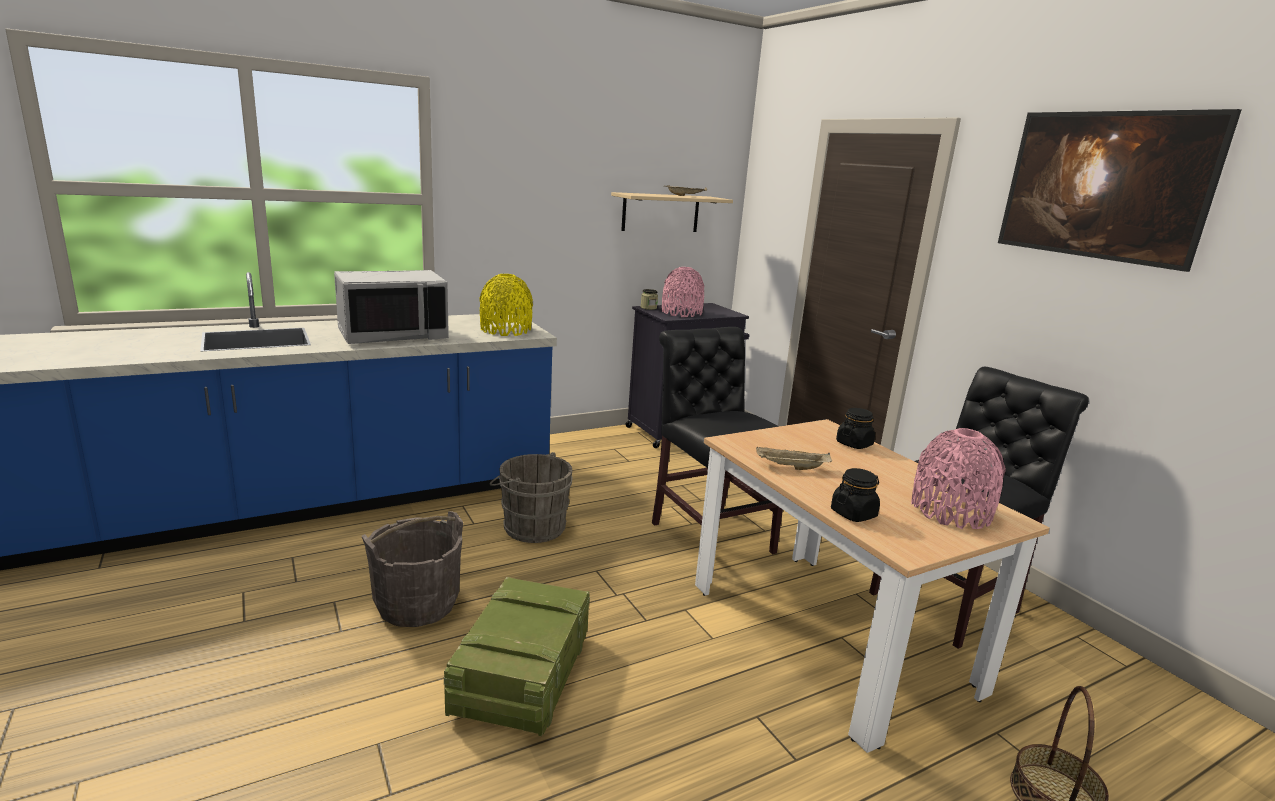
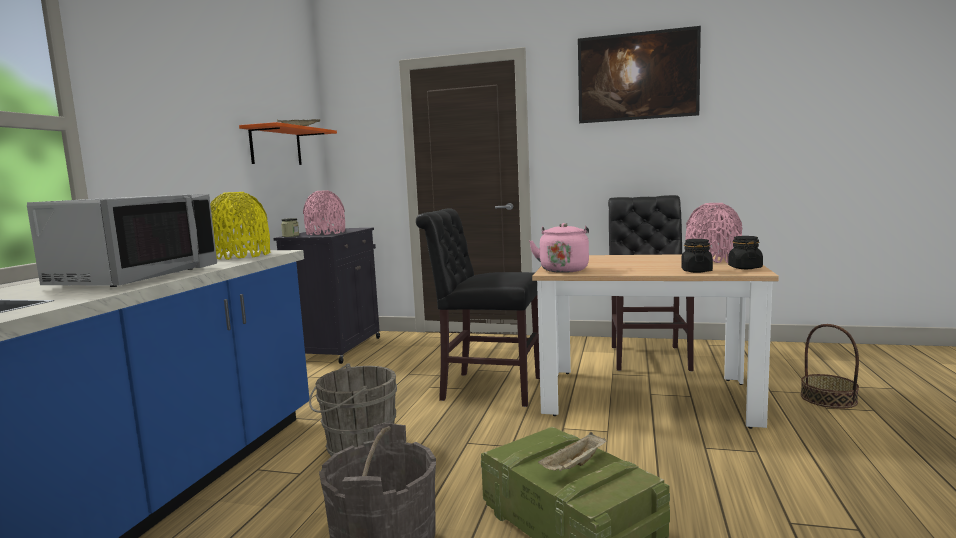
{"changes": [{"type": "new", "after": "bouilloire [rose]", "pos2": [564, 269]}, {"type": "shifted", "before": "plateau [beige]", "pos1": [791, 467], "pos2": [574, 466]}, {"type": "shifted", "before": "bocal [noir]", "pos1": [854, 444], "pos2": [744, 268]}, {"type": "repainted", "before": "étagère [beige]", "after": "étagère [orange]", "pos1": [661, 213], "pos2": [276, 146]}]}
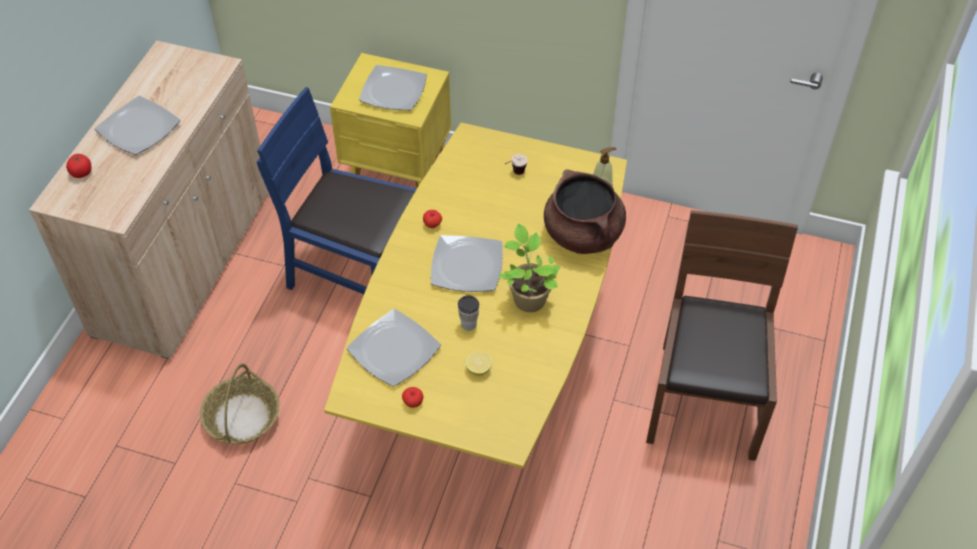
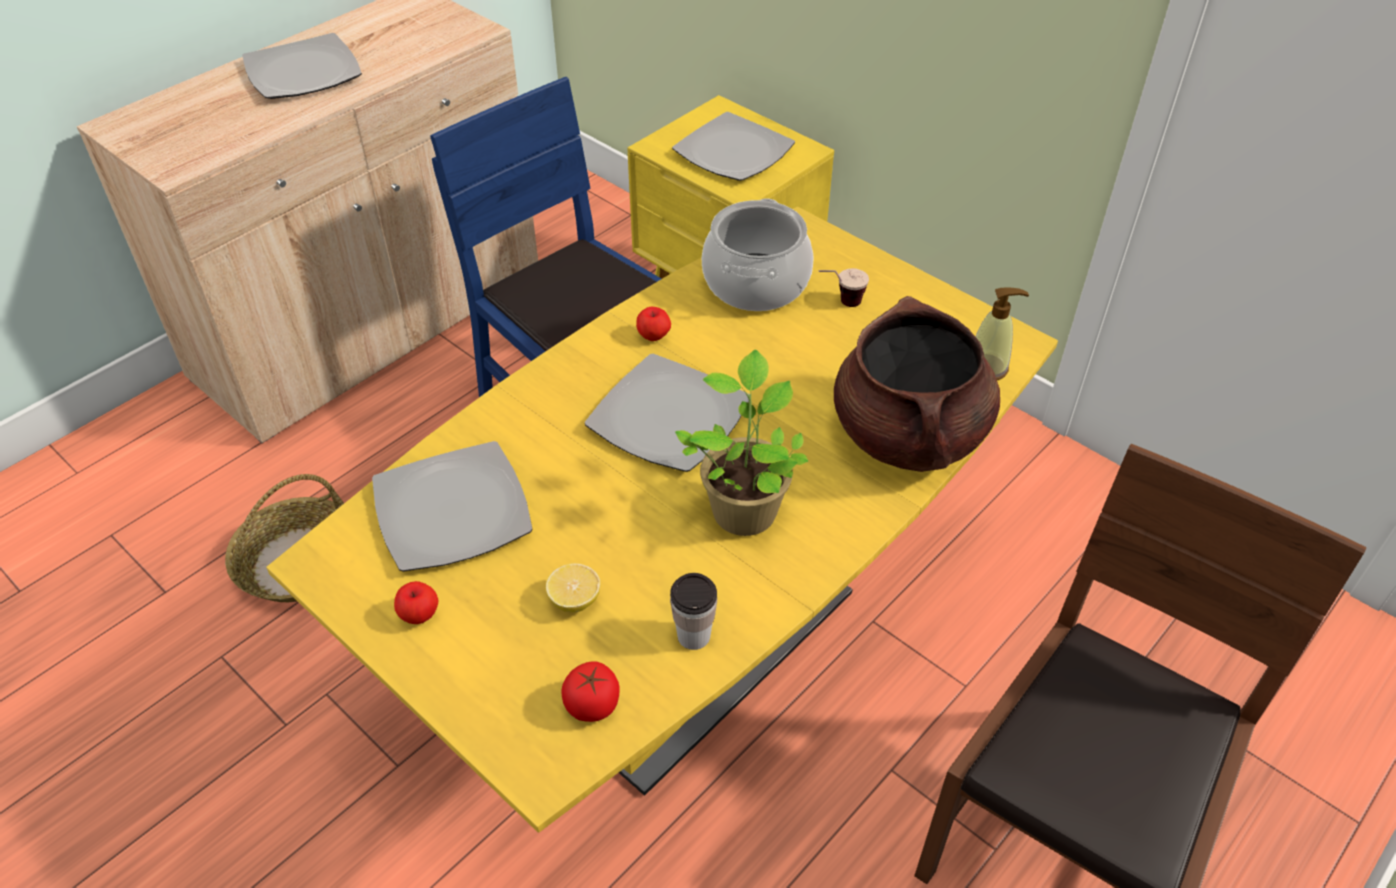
{"changes": [{"type": "new", "after": "marmite", "pos2": [755, 283]}, {"type": "shifted", "before": "tomate", "pos1": [81, 172], "pos2": [592, 705]}, {"type": "shifted", "before": "tasse", "pos1": [468, 324], "pos2": [693, 636]}]}
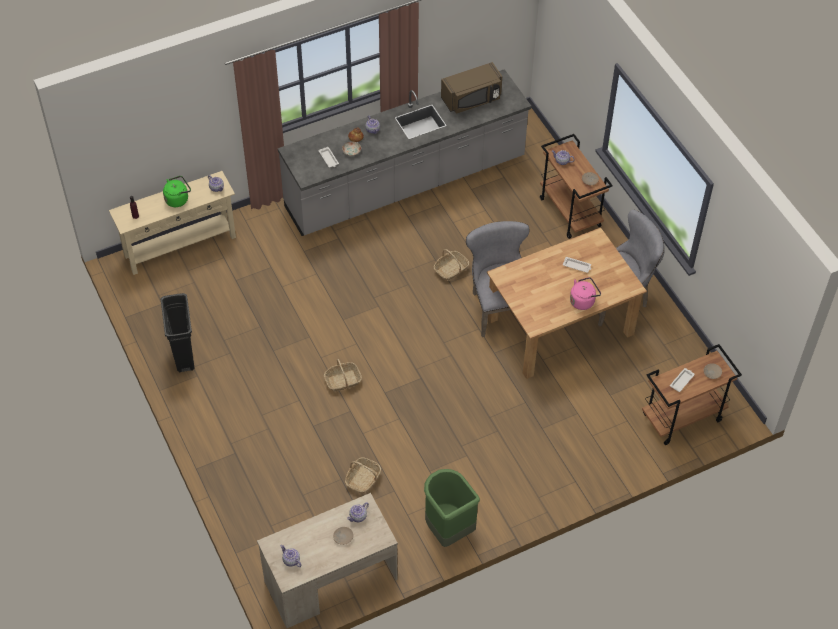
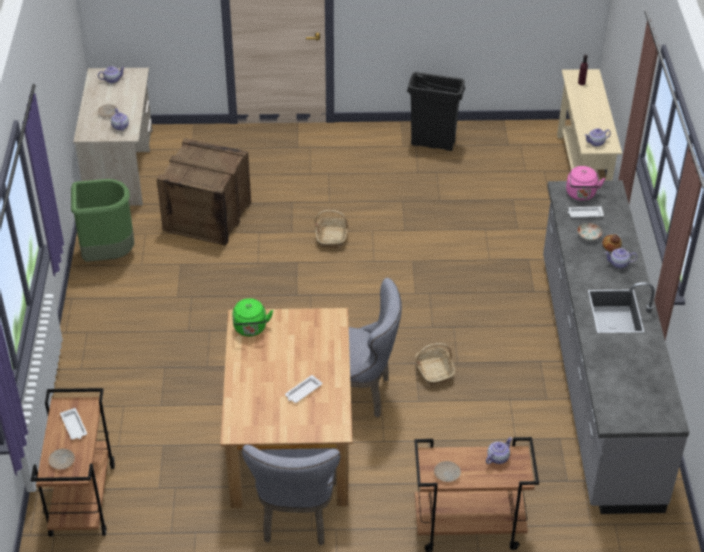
{"changes": [{"type": "gone", "before": "micro-ondes [marron]", "pos1": [472, 99]}, {"type": "shifted", "before": "bouilloire [vert]", "pos1": [178, 199], "pos2": [250, 329]}, {"type": "shifted", "before": "bouilloire [rose]", "pos1": [583, 301], "pos2": [581, 195]}, {"type": "swapped", "before": "panier", "after": "caisse", "pos1": [363, 479], "pos2": [207, 217]}]}
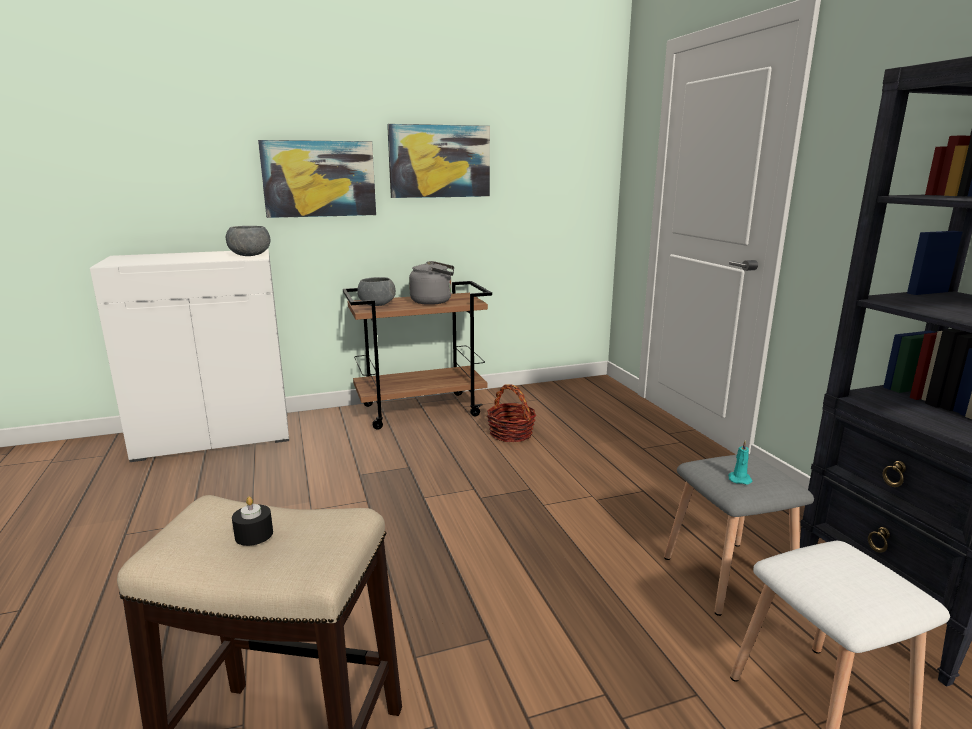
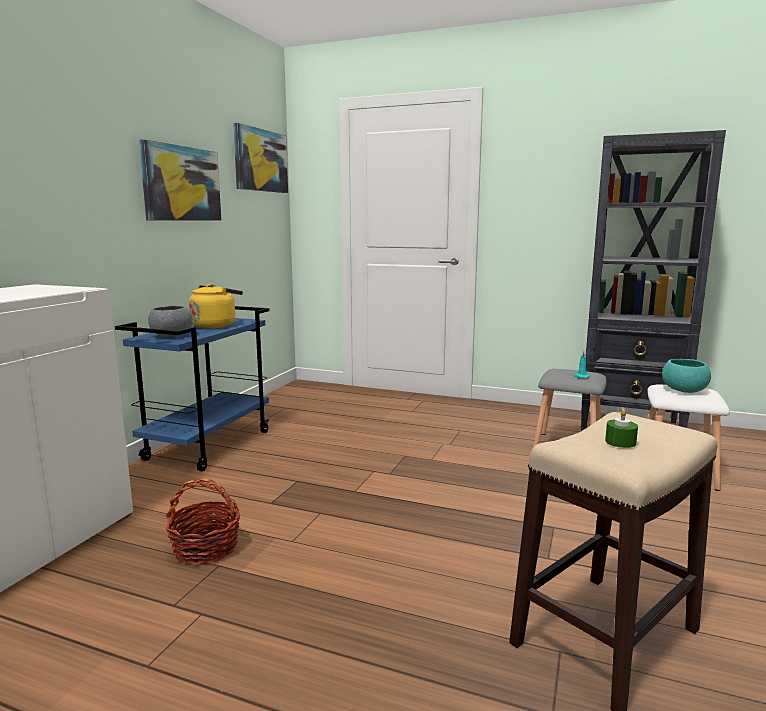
{"changes": [{"type": "gone", "before": "bol [gris]", "pos1": [250, 255]}, {"type": "new", "after": "bol [turquoise]", "pos2": [683, 391]}, {"type": "shifted", "before": "tableau", "pos1": [319, 179], "pos2": [260, 160]}, {"type": "shifted", "before": "panier", "pos1": [511, 434], "pos2": [206, 548]}, {"type": "repainted", "before": "bougie [noir]", "after": "bougie [vert]", "pos1": [254, 535], "pos2": [620, 442]}, {"type": "repainted", "before": "chariot [marron]", "after": "chariot [bleu]", "pos1": [421, 410], "pos2": [208, 445]}, {"type": "repainted", "before": "bouilloire [gris]", "after": "bouilloire [jaune]", "pos1": [434, 301], "pos2": [216, 325]}]}
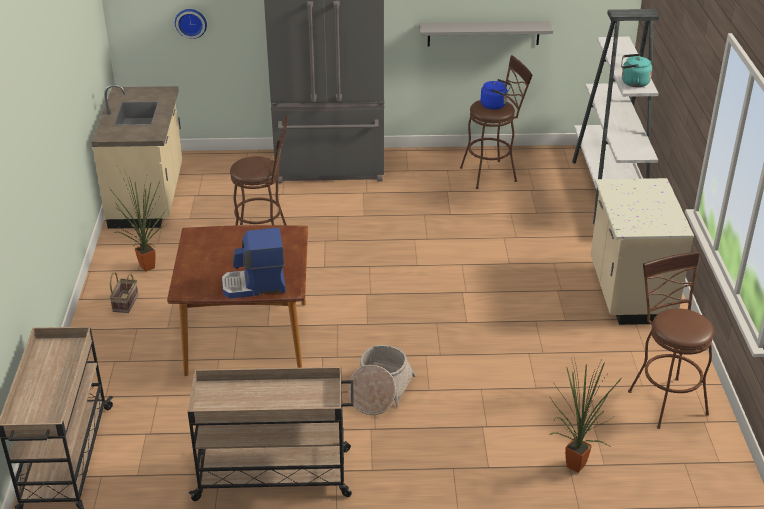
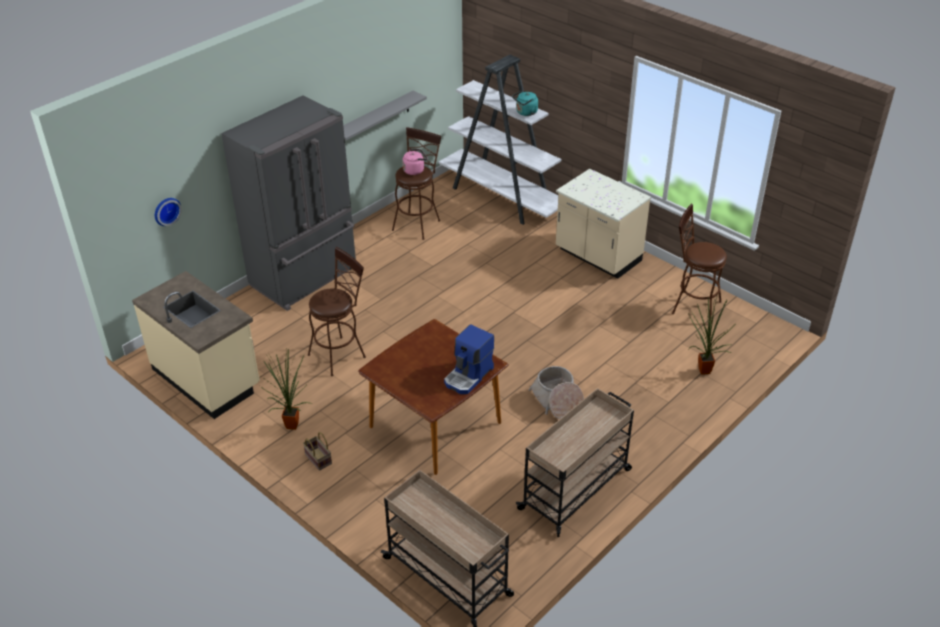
{"changes": [{"type": "repainted", "before": "bouilloire [bleu]", "after": "bouilloire [rose]", "pos1": [495, 105], "pos2": [415, 170]}]}
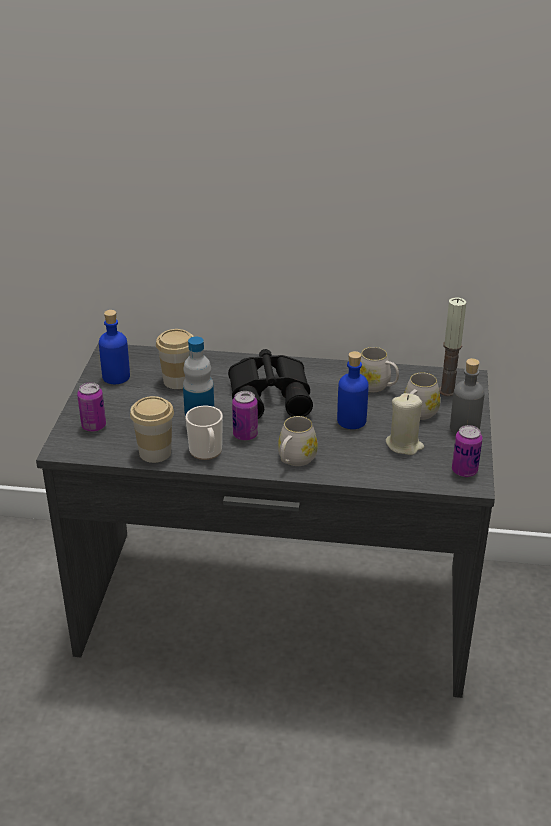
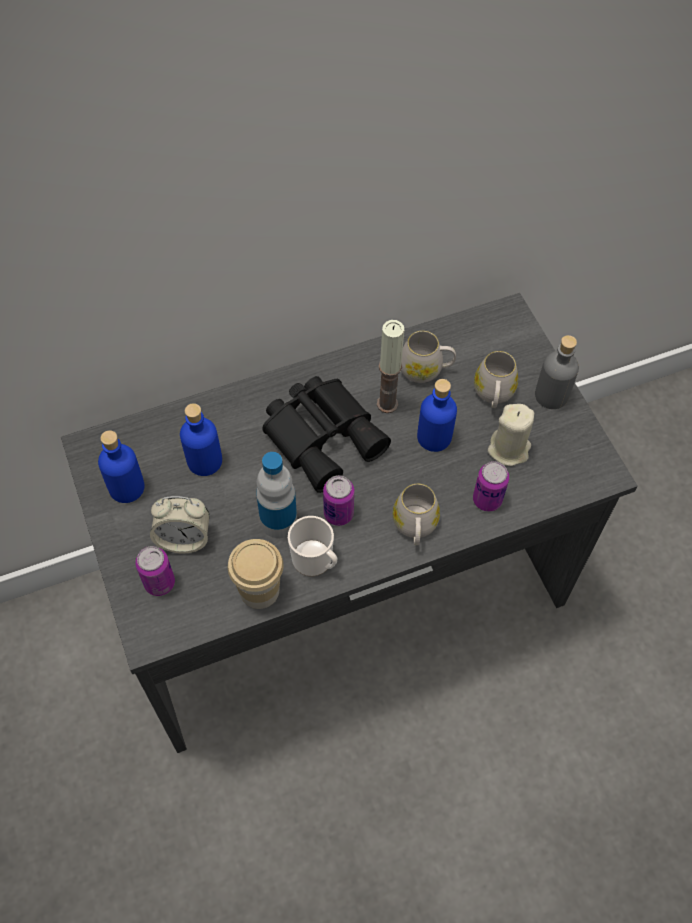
{"changes": [{"type": "new", "after": "réveil", "pos2": [184, 538]}, {"type": "shifted", "before": "bougie", "pos1": [447, 391], "pos2": [387, 404]}, {"type": "shifted", "before": "boîte métallique", "pos1": [464, 471], "pos2": [487, 500]}, {"type": "swapped", "before": "tasse", "after": "bouteille [bleu]", "pos1": [178, 381], "pos2": [204, 461]}]}
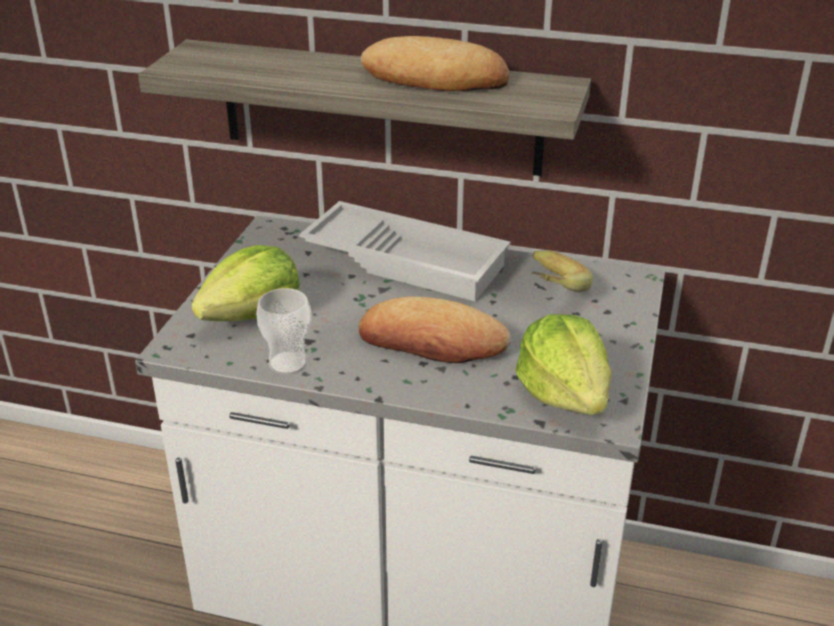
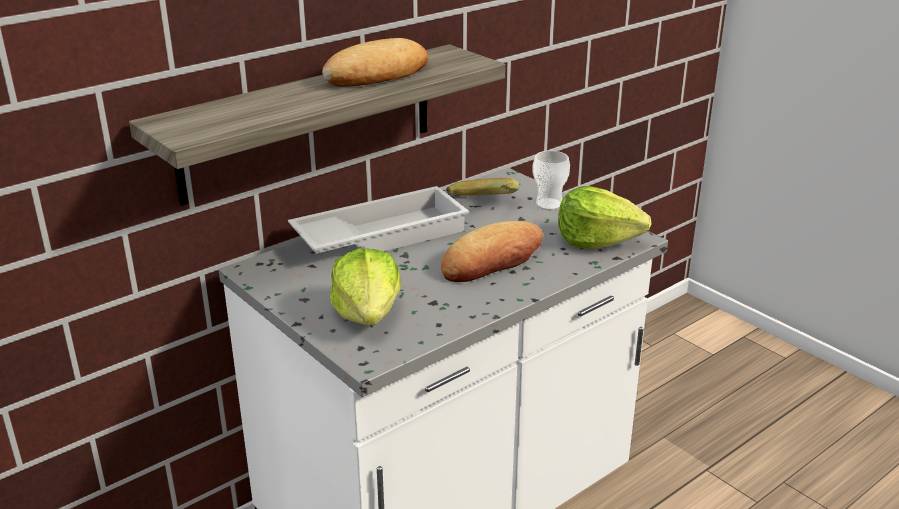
{"changes": [{"type": "shifted", "before": "tasse", "pos1": [288, 363], "pos2": [549, 204]}]}
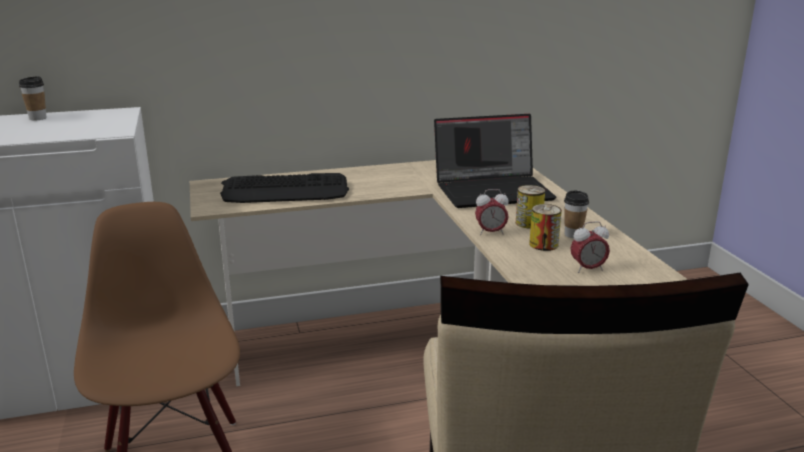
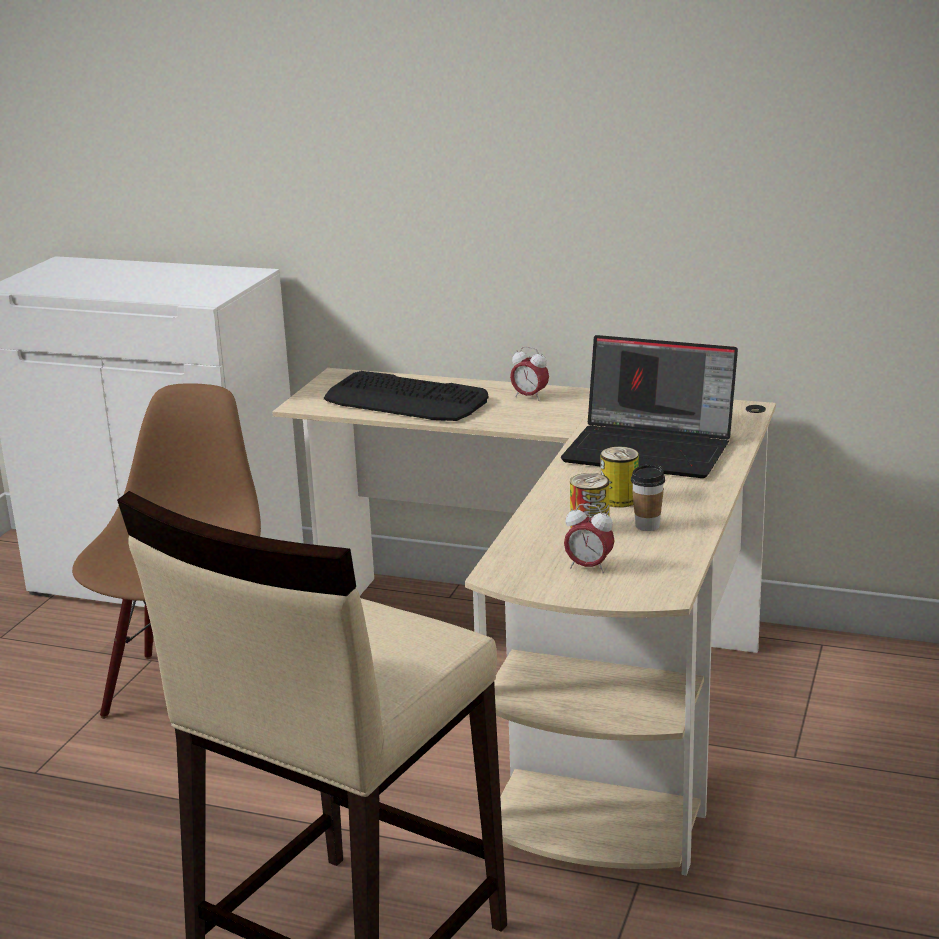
{"changes": [{"type": "gone", "before": "tasse", "pos1": [38, 118]}, {"type": "shifted", "before": "réveil", "pos1": [490, 232], "pos2": [529, 397]}]}
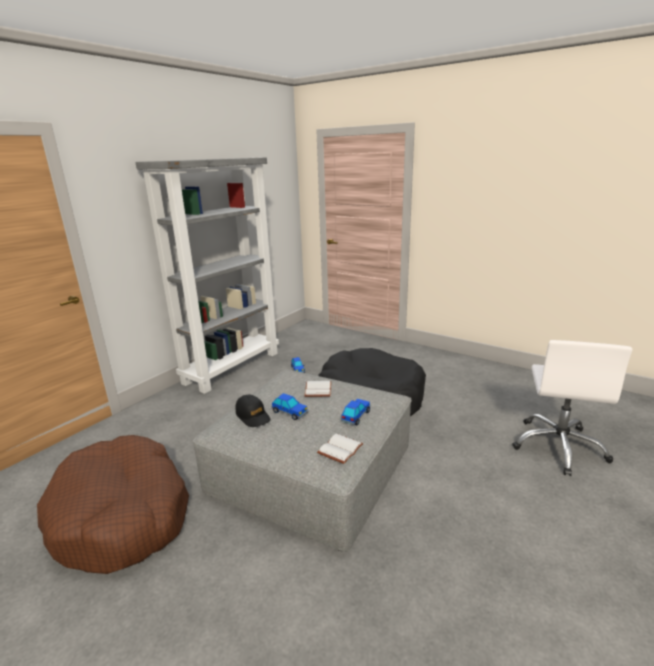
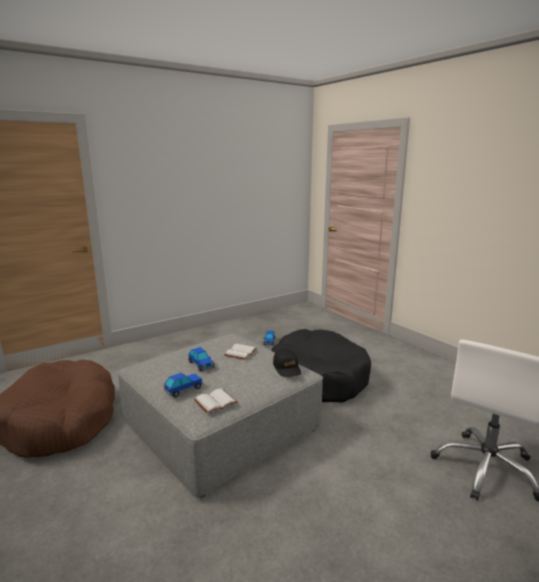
{"changes": [{"type": "gone", "before": "bibliothèque [gris]", "pos1": [232, 367]}, {"type": "shifted", "before": "casquette [noir]", "pos1": [253, 416], "pos2": [287, 368]}, {"type": "shifted", "before": "petite voiture", "pos1": [356, 416], "pos2": [183, 389]}]}
